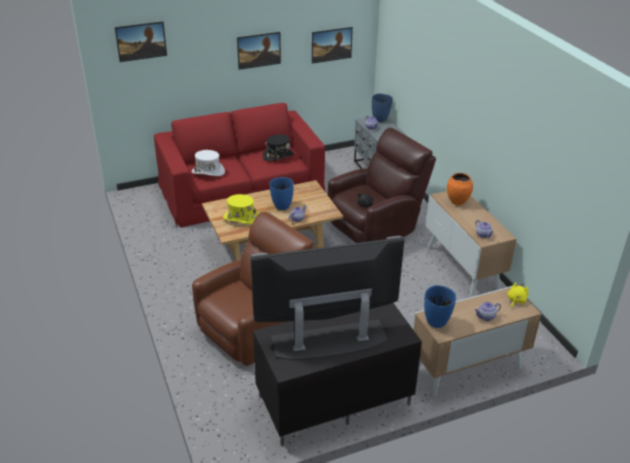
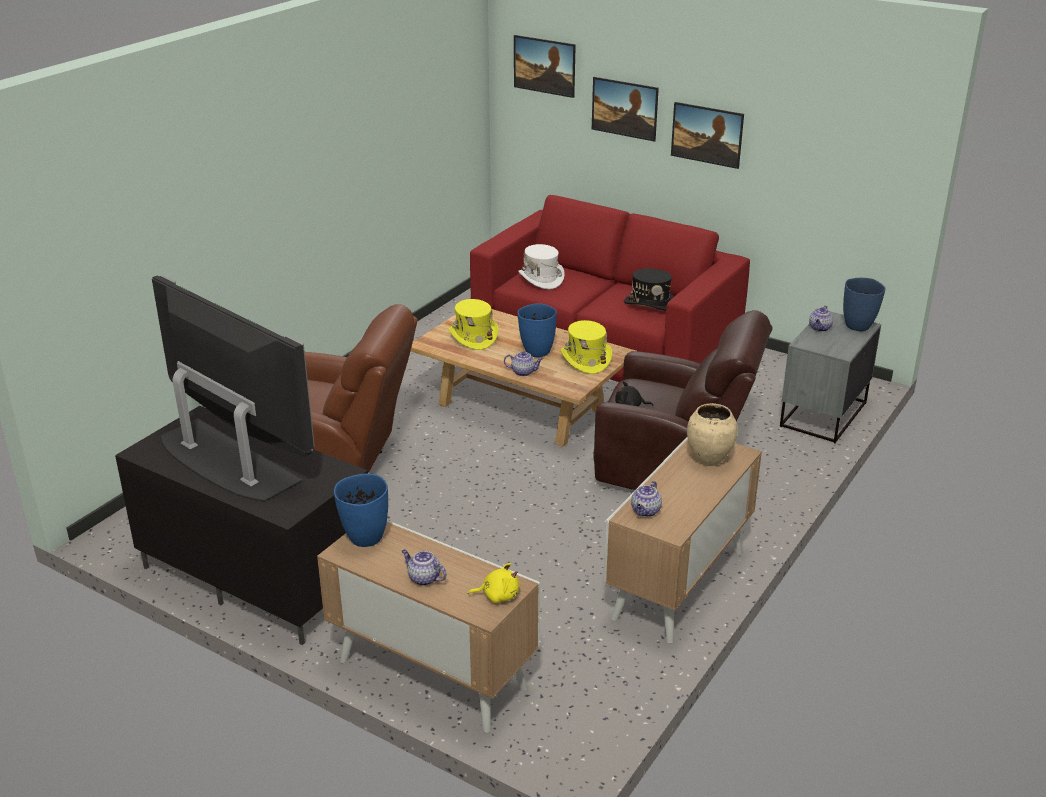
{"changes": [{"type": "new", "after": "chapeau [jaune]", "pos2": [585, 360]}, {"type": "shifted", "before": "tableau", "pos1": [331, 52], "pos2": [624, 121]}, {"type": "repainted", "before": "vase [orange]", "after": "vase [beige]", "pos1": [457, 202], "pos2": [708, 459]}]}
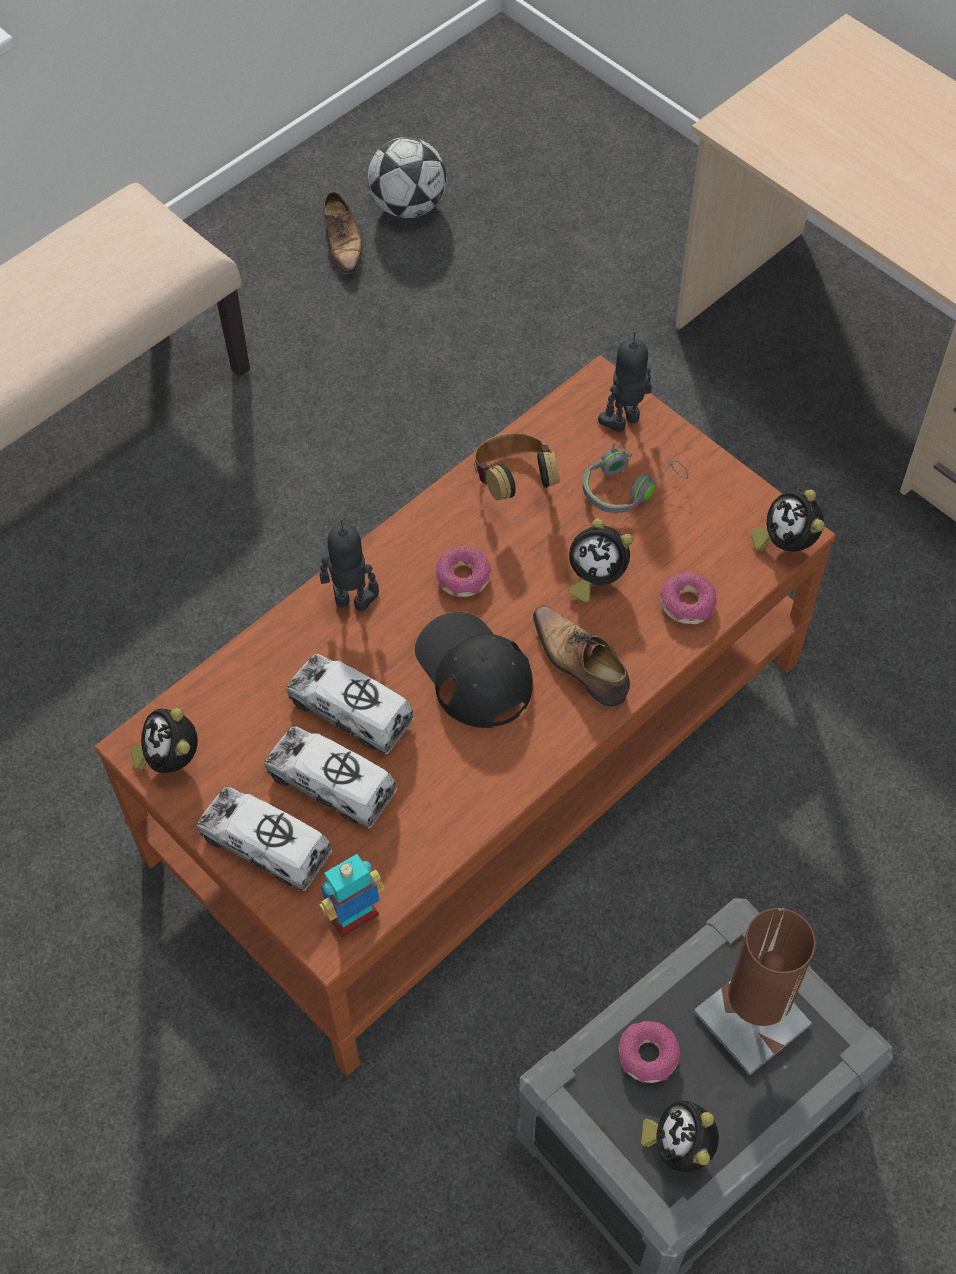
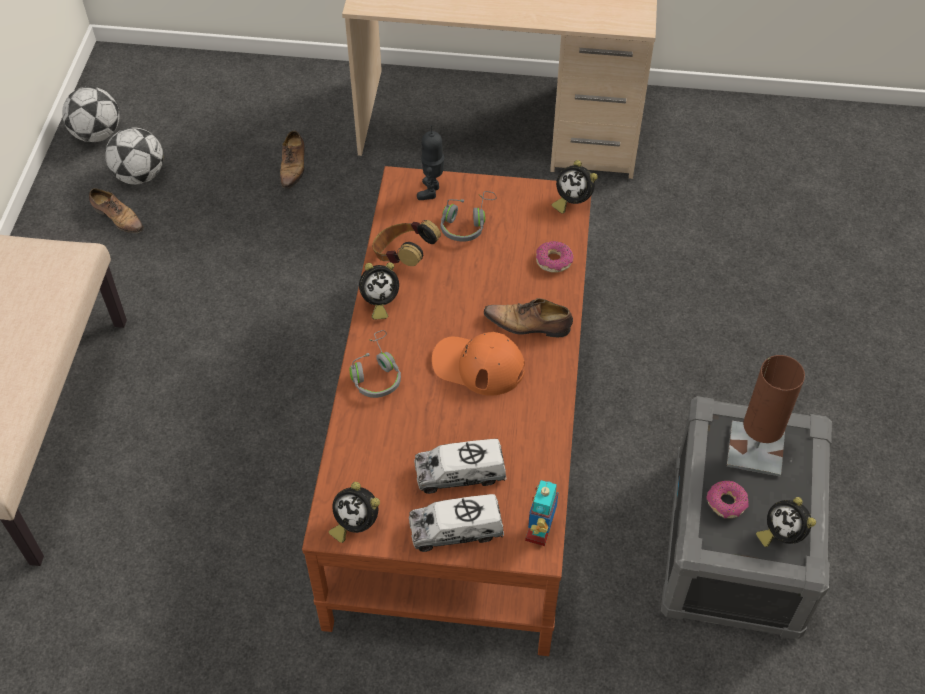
{"changes": [{"type": "gone", "before": "camion jouet", "pos1": [351, 711]}, {"type": "gone", "before": "beignet", "pos1": [462, 578]}, {"type": "new", "after": "ballon de foot", "pos2": [97, 134]}, {"type": "new", "after": "chaussure", "pos2": [293, 167]}, {"type": "shifted", "before": "réveil", "pos1": [595, 577], "pos2": [379, 303]}, {"type": "swapped", "before": "robot jouet", "after": "casque audio [gris]", "pos1": [352, 601], "pos2": [376, 373]}, {"type": "repainted", "before": "casquette [noir]", "after": "casquette [orange]", "pos1": [473, 671], "pos2": [478, 365]}]}
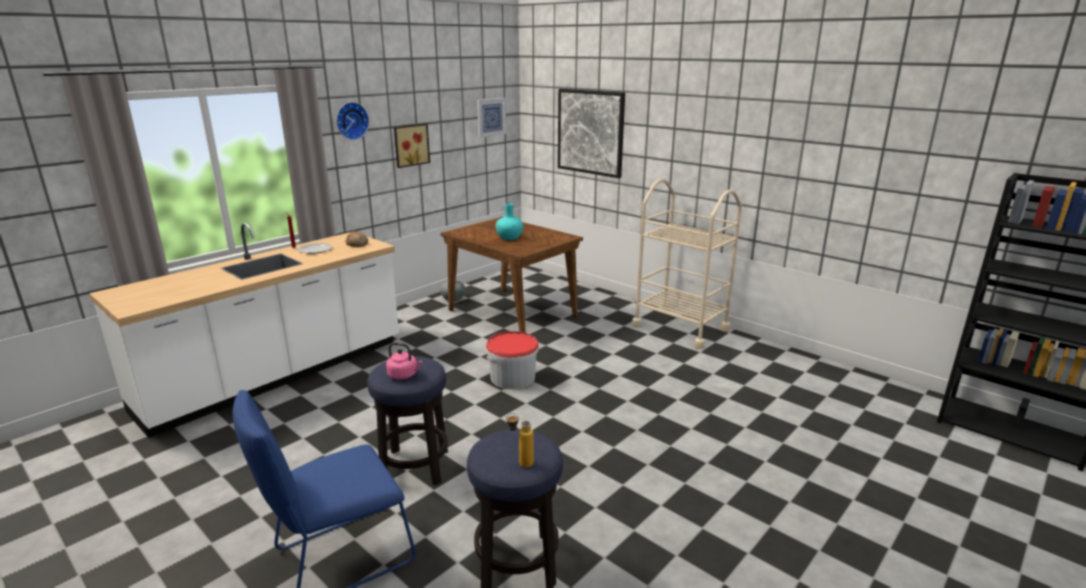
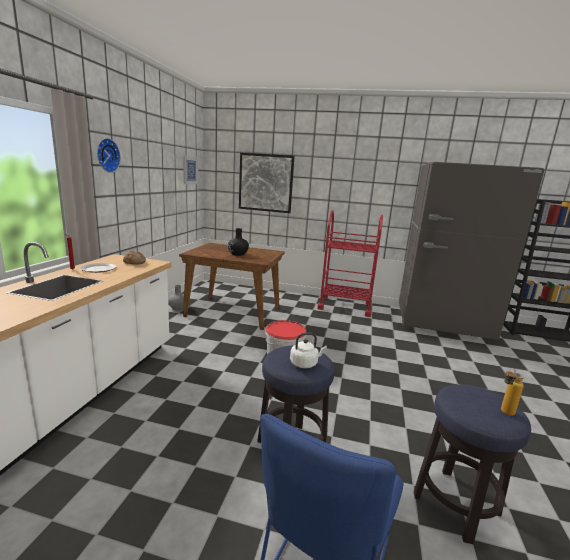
{"changes": [{"type": "gone", "before": "tableau", "pos1": [410, 145]}, {"type": "new", "after": "réfrigérateur [gris]", "pos2": [442, 324]}, {"type": "repainted", "before": "bouilloire [rose]", "after": "bouilloire [blanc]", "pos1": [404, 375], "pos2": [305, 363]}, {"type": "repainted", "before": "vase [turquoise]", "after": "vase [noir]", "pos1": [509, 238], "pos2": [238, 254]}, {"type": "repainted", "before": "chariot [beige]", "after": "chariot [rouge]", "pos1": [680, 328], "pos2": [345, 306]}]}
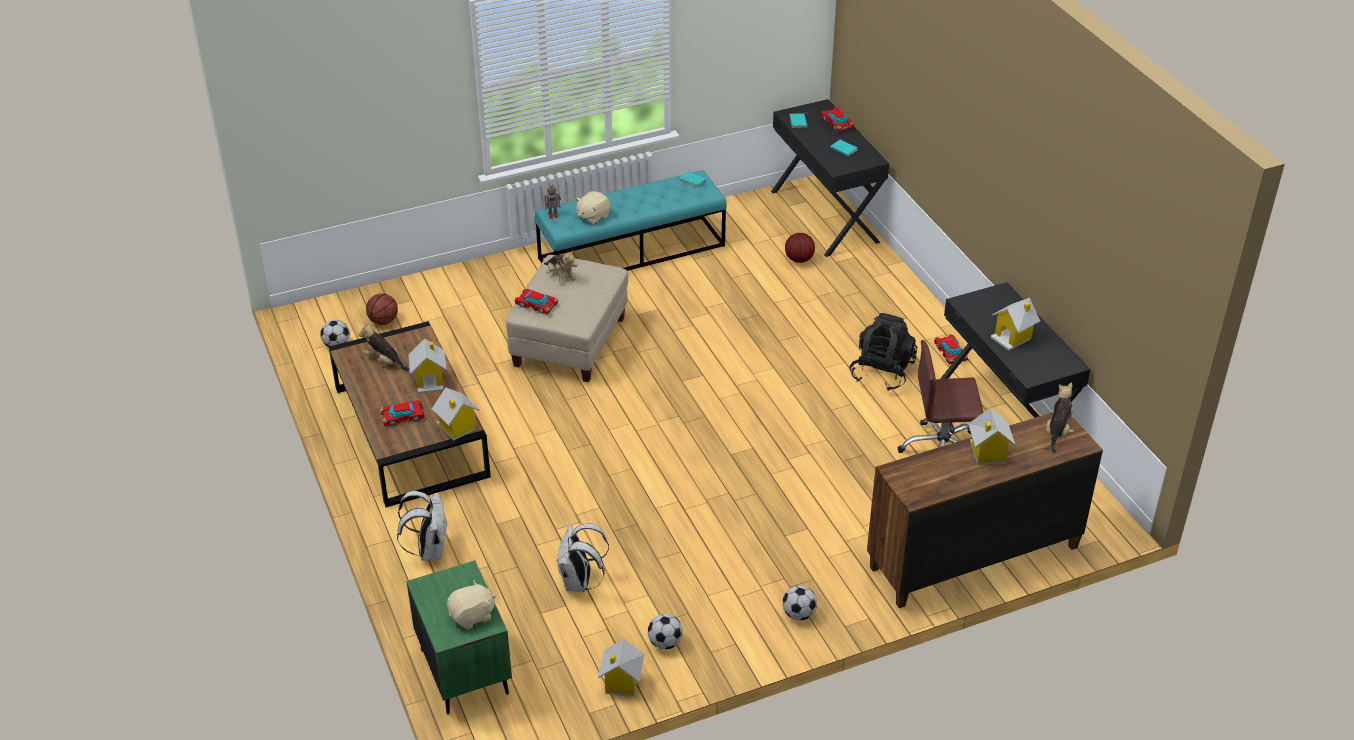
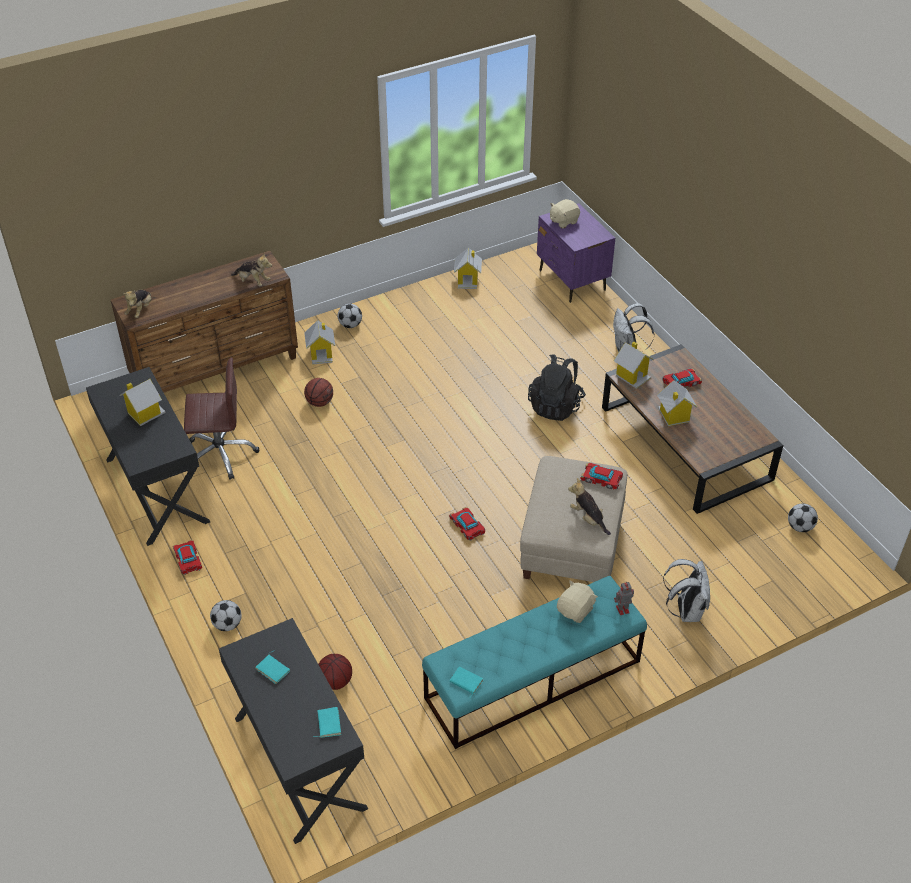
{"changes": [{"type": "shifted", "before": "peluche", "pos1": [384, 361], "pos2": [253, 281]}, {"type": "shifted", "before": "ballon de basket", "pos1": [383, 321], "pos2": [320, 402]}, {"type": "shifted", "before": "sac à dos [blanc]", "pos1": [579, 582], "pos2": [686, 610]}, {"type": "shifted", "before": "ballon de foot", "pos1": [665, 643], "pos2": [227, 624]}, {"type": "shifted", "before": "petite voiture", "pos1": [837, 123], "pos2": [467, 526]}, {"type": "shifted", "before": "sac à dos [noir]", "pos1": [882, 372], "pos2": [555, 406]}, {"type": "shifted", "before": "maison miniature", "pos1": [987, 453], "pos2": [321, 354]}, {"type": "repainted", "before": "table de chevet [vert]", "after": "table de chevet [violet]", "pos1": [464, 671], "pos2": [572, 281]}]}
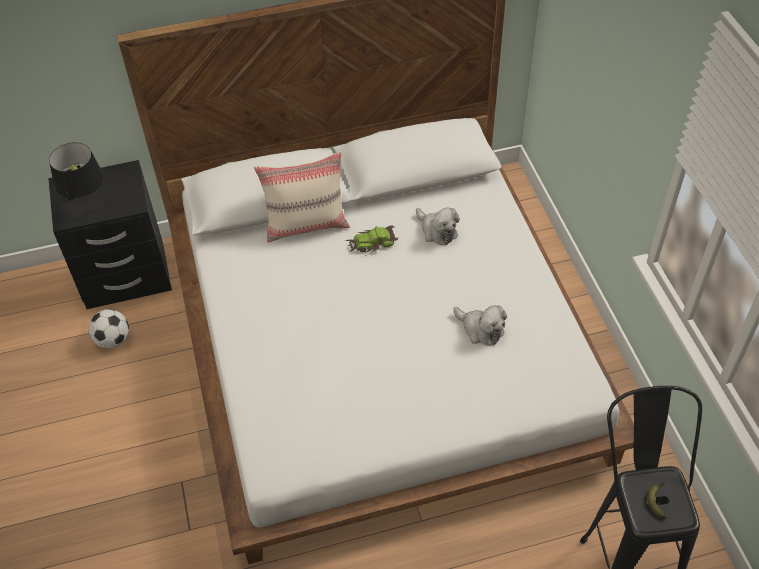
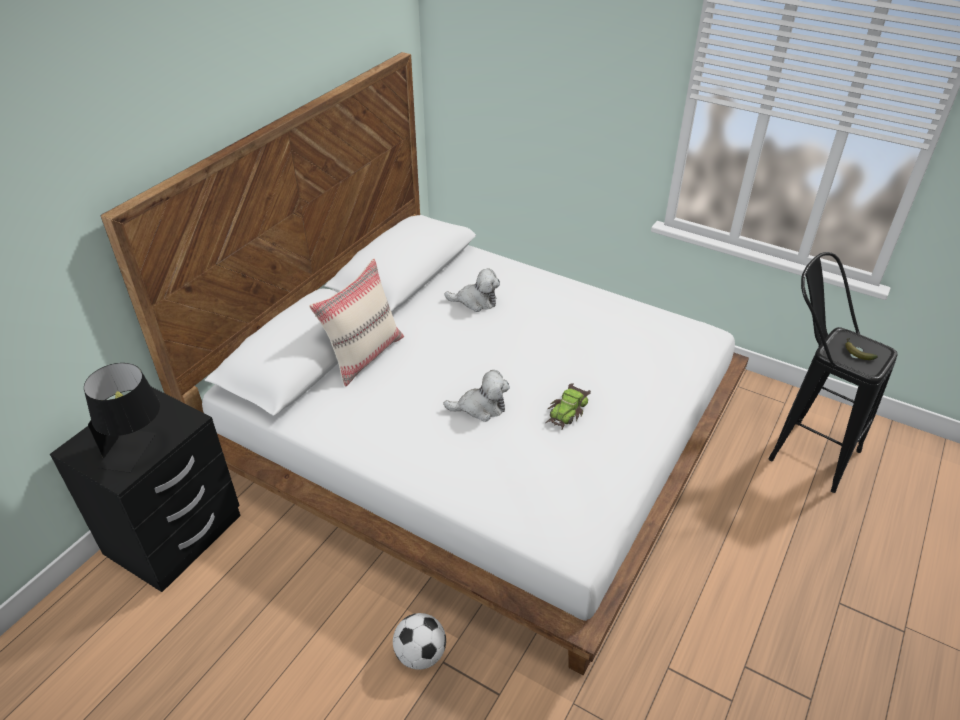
{"changes": [{"type": "shifted", "before": "ballon de foot", "pos1": [113, 339], "pos2": [420, 654]}, {"type": "shifted", "before": "petite voiture", "pos1": [372, 243], "pos2": [567, 411]}, {"type": "shifted", "before": "peluche", "pos1": [480, 329], "pos2": [480, 407]}]}
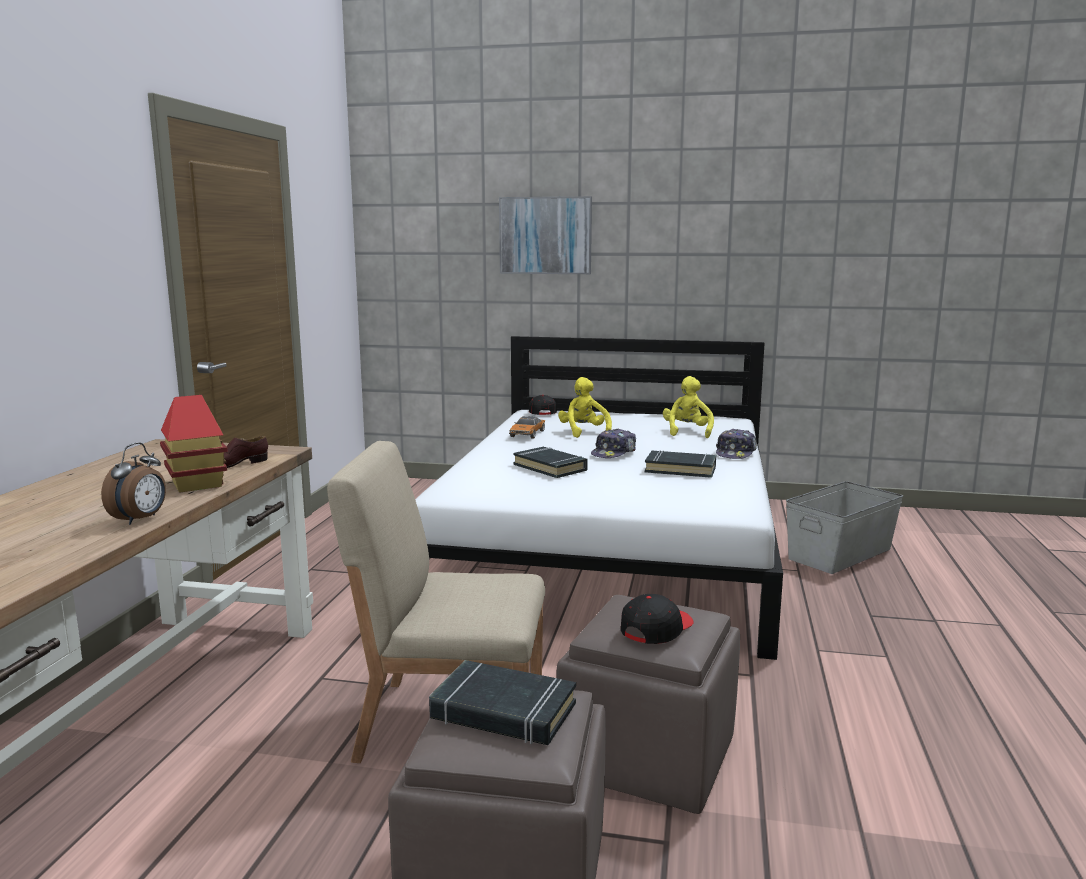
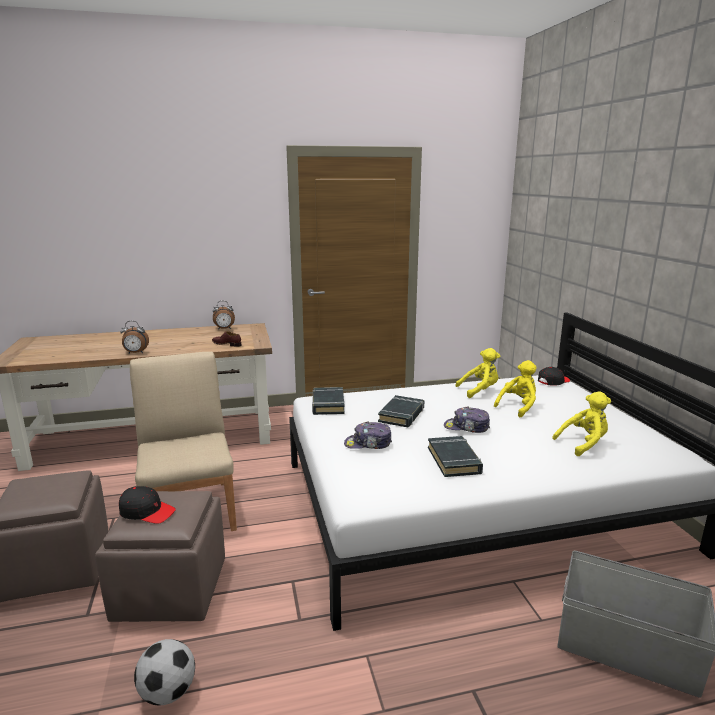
{"changes": [{"type": "gone", "before": "maison miniature", "pos1": [196, 484]}, {"type": "gone", "before": "tableau", "pos1": [545, 235]}, {"type": "new", "after": "ballon de foot", "pos2": [168, 693]}, {"type": "new", "after": "réveil", "pos2": [224, 329]}, {"type": "shifted", "before": "livre [noir]", "pos1": [503, 712], "pos2": [328, 404]}, {"type": "shifted", "before": "casquette", "pos1": [736, 453], "pos2": [368, 444]}, {"type": "swapped", "before": "petite voiture", "after": "peluche [jaune]", "pos1": [527, 434], "pos2": [480, 390]}]}
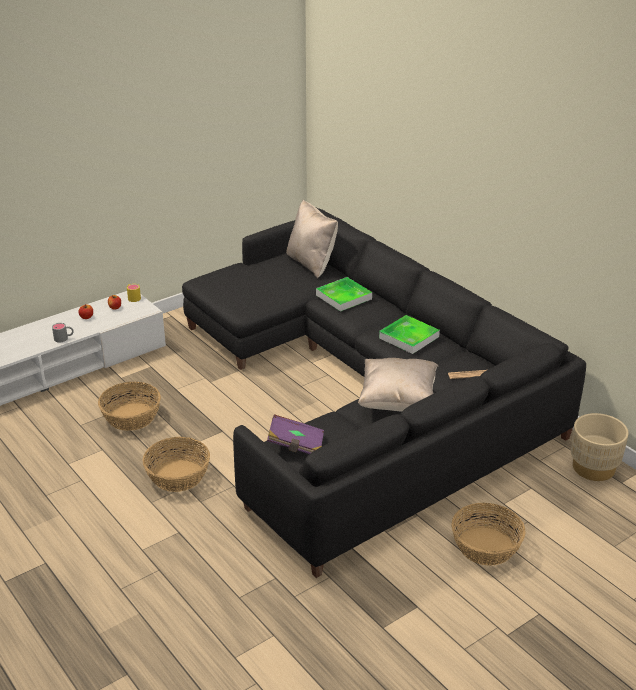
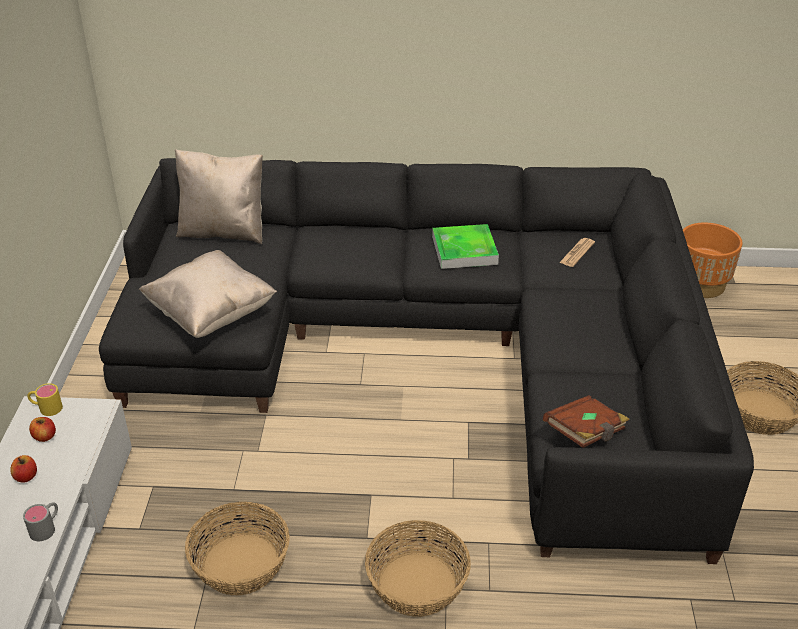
{"changes": [{"type": "gone", "before": "plateau", "pos1": [343, 297]}, {"type": "shifted", "before": "coussin [beige]", "pos1": [397, 401], "pos2": [211, 314]}, {"type": "repainted", "before": "livre [violet]", "after": "livre [marron]", "pos1": [296, 445], "pos2": [585, 433]}, {"type": "repainted", "before": "cache-pot [beige]", "after": "cache-pot [orange]", "pos1": [593, 468], "pos2": [701, 284]}]}
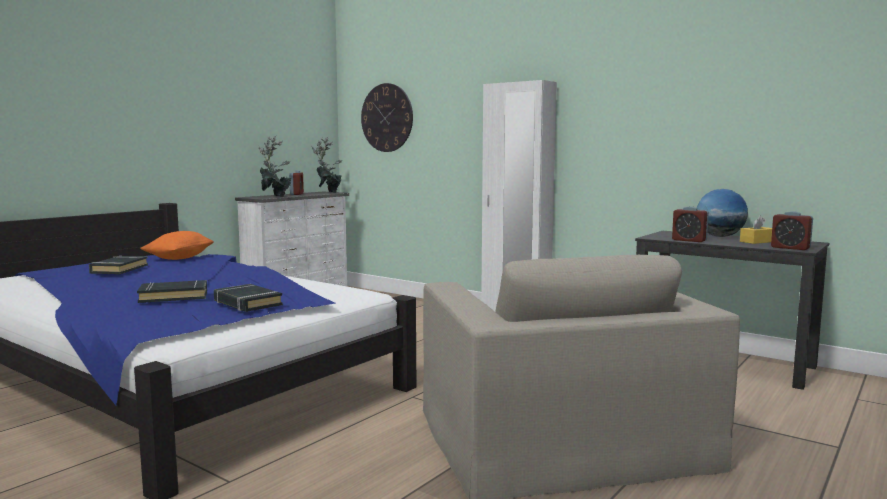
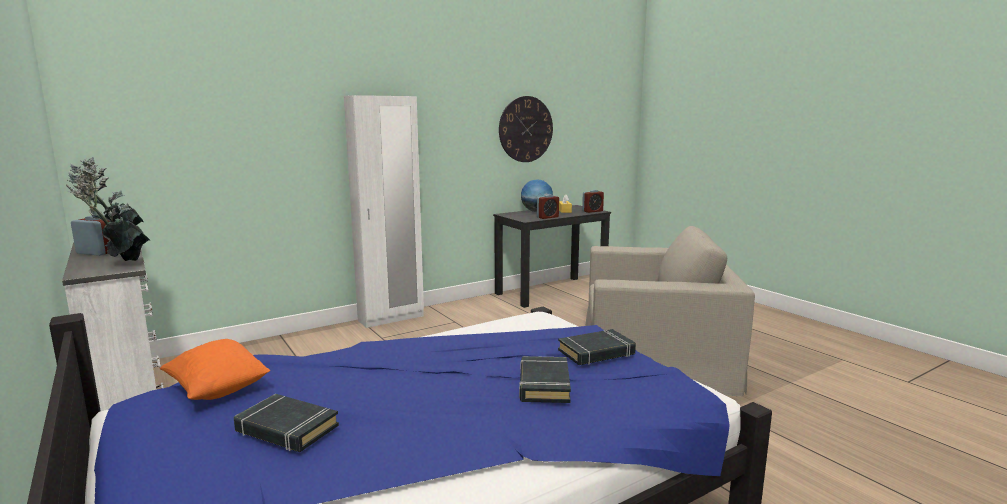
{"changes": [{"type": "shifted", "before": "horloge murale", "pos1": [387, 117], "pos2": [525, 129]}]}
